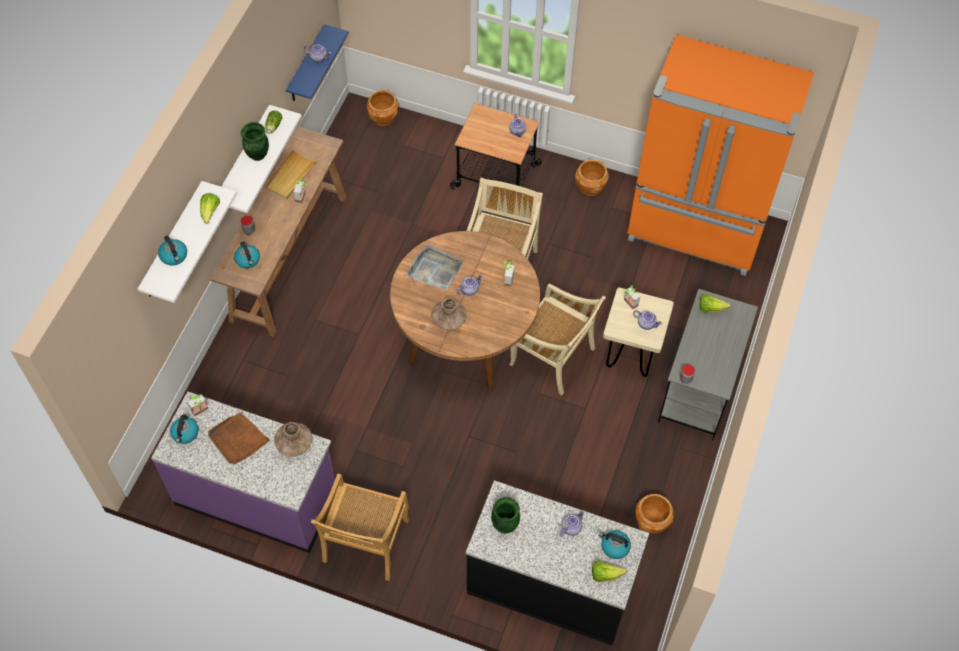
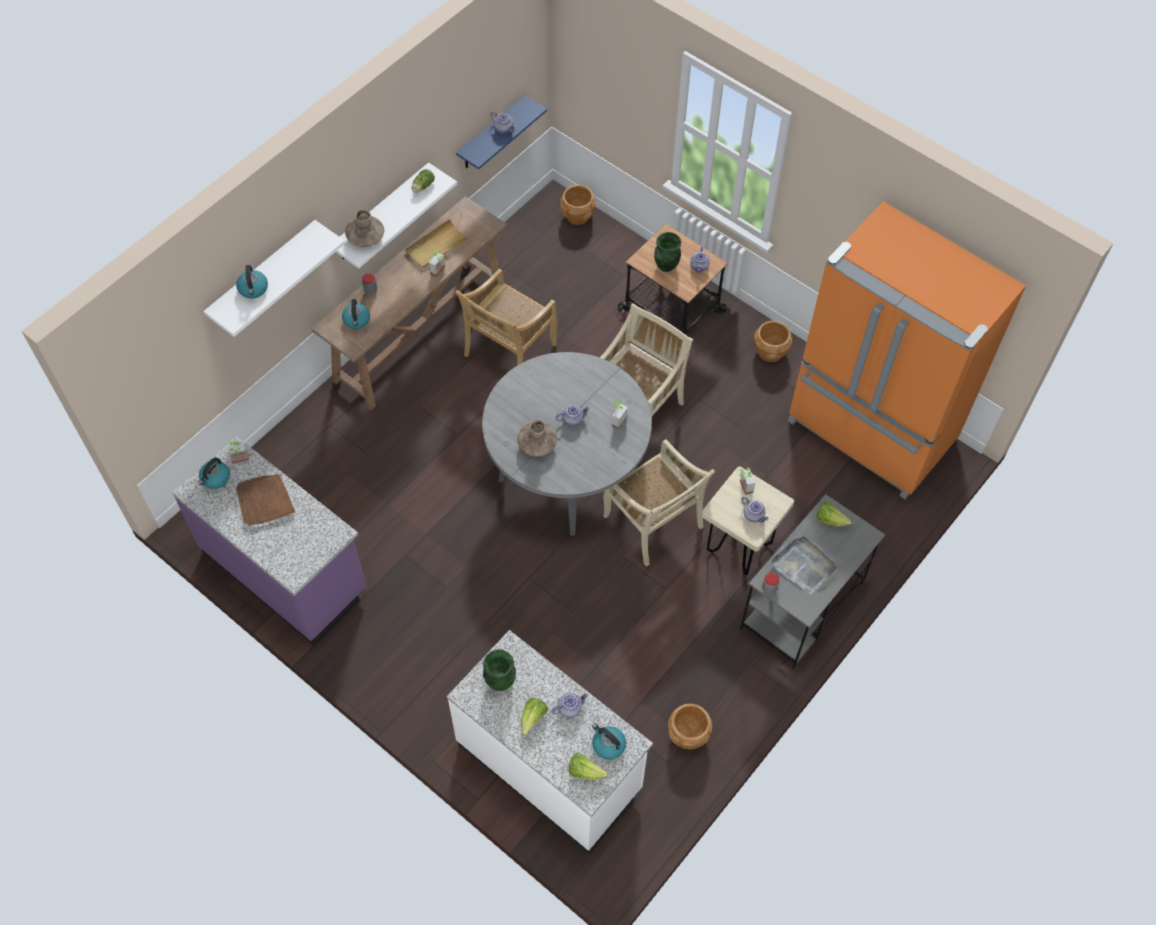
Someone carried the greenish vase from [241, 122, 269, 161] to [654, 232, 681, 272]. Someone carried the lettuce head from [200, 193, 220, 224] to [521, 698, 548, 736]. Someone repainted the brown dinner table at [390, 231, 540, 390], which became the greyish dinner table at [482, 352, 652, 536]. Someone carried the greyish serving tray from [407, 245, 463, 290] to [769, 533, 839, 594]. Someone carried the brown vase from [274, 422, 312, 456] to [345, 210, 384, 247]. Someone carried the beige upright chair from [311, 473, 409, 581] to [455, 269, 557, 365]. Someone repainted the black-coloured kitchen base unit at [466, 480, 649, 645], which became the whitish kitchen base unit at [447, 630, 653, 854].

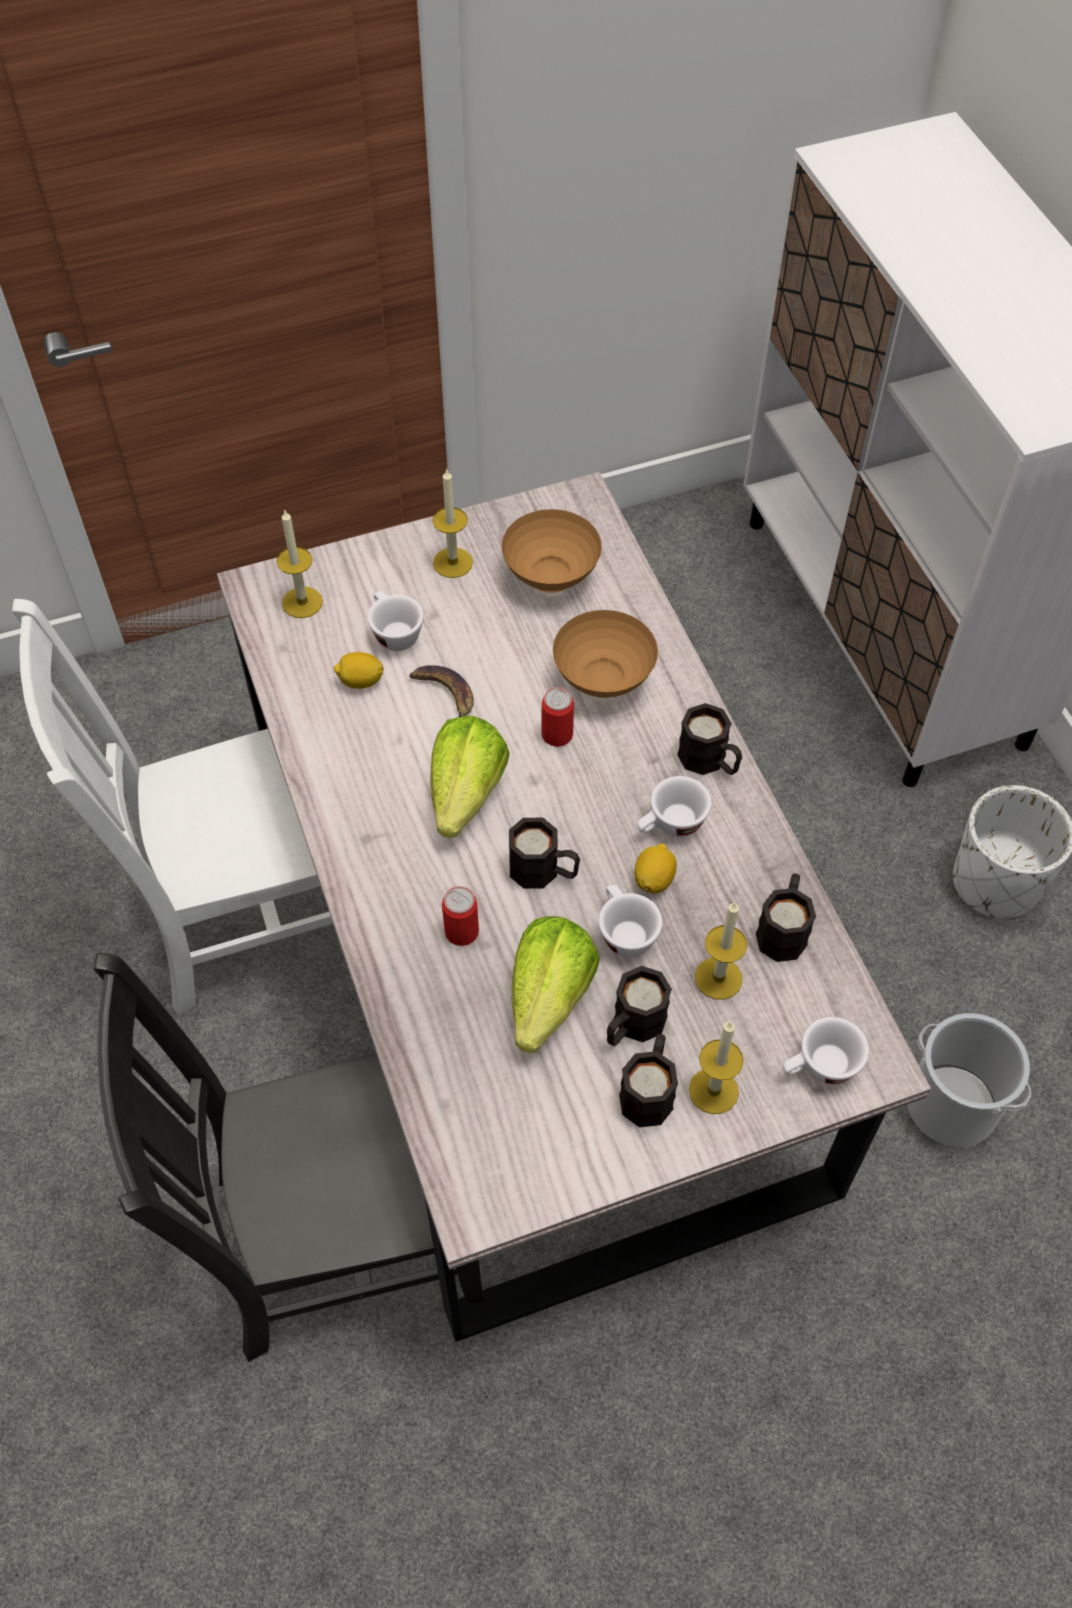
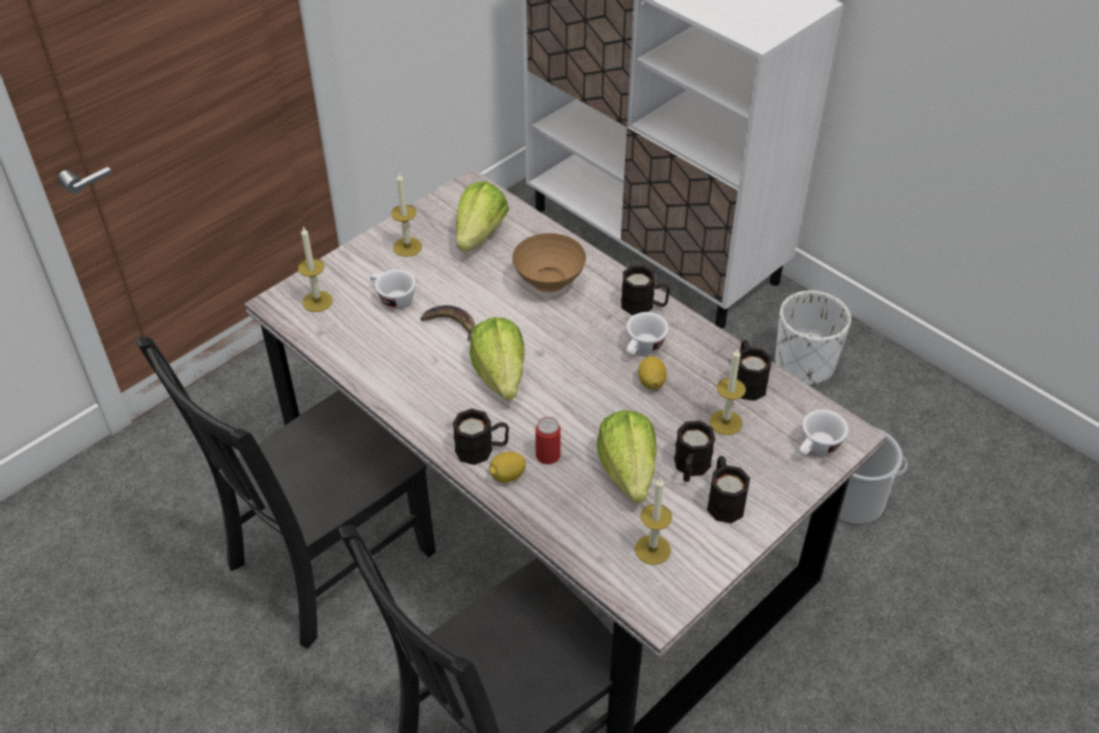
Someone swapped the brown bowl at [502, 509, 602, 593] for the lettuce head at [456, 181, 509, 252]. Someone repainted the whitish upright chair at [12, 599, 333, 1015], which became the black-coloured upright chair at [136, 337, 436, 649]. Someone carried the lemon from [334, 652, 384, 689] to [489, 452, 526, 483]. Someone took away the can at [541, 687, 574, 747]. Someone carried the black-coloured tea mug from [509, 818, 580, 889] to [453, 409, 509, 465]. Someone took away the whitish cup at [599, 885, 662, 958]. Someone carried the wax light from [689, 1021, 744, 1114] to [635, 477, 672, 565].

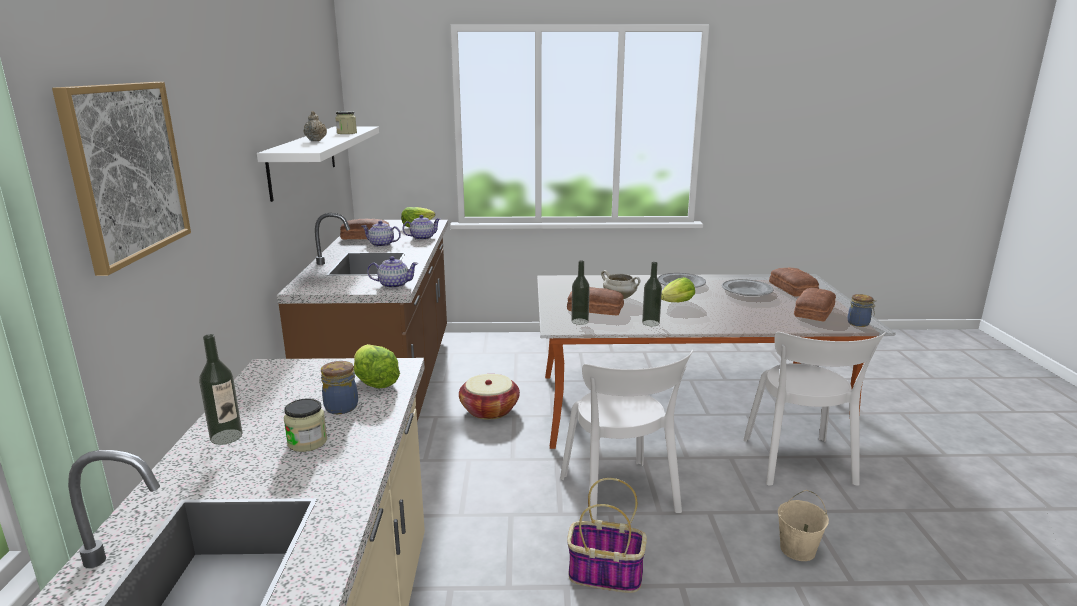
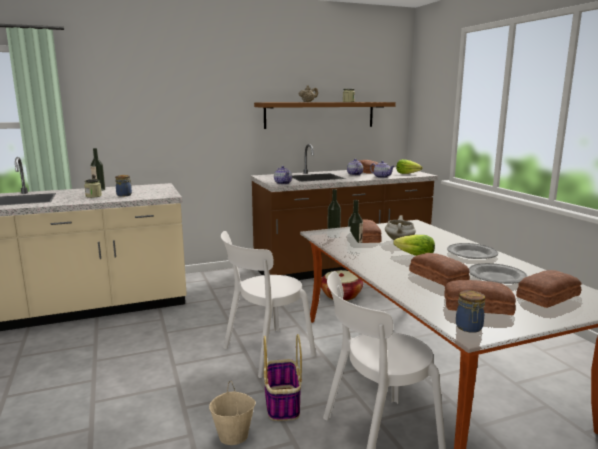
Someone took away the picture at [52, 82, 191, 276]. Someone repainted the whitish wall shelf at [257, 127, 379, 202], which became the brown wall shelf at [254, 102, 396, 129]. Someone took away the lettuce head at [354, 344, 400, 388]. Someone carried the storage basket from [567, 478, 647, 593] to [263, 334, 302, 421]. Someone put down the baked bread at [409, 253, 470, 286].

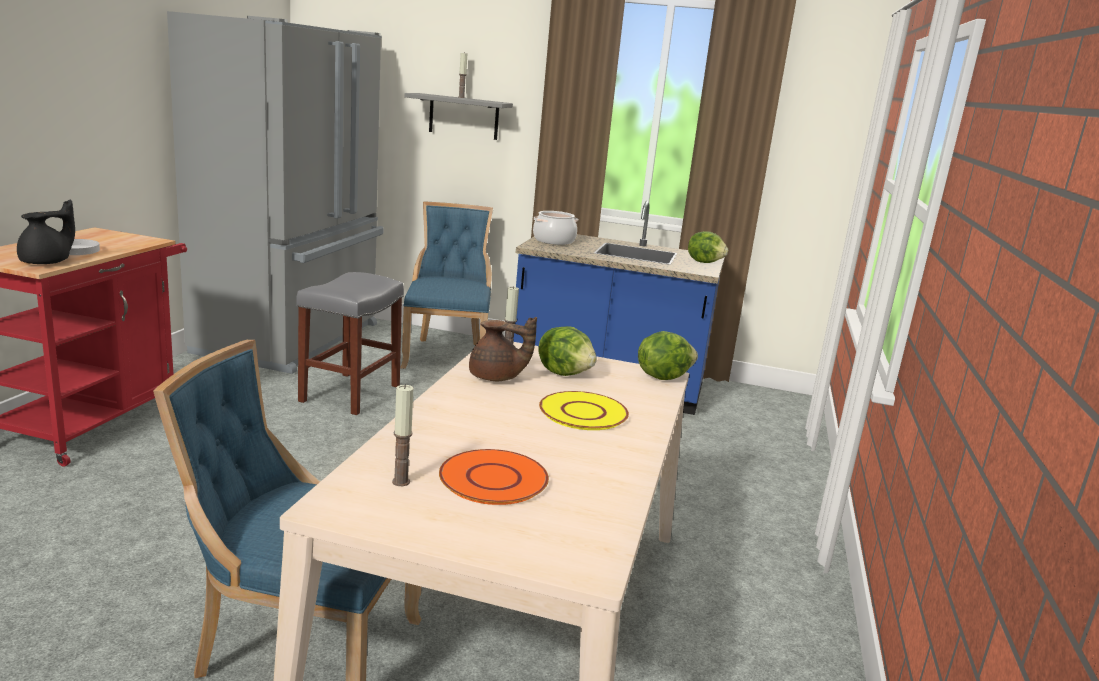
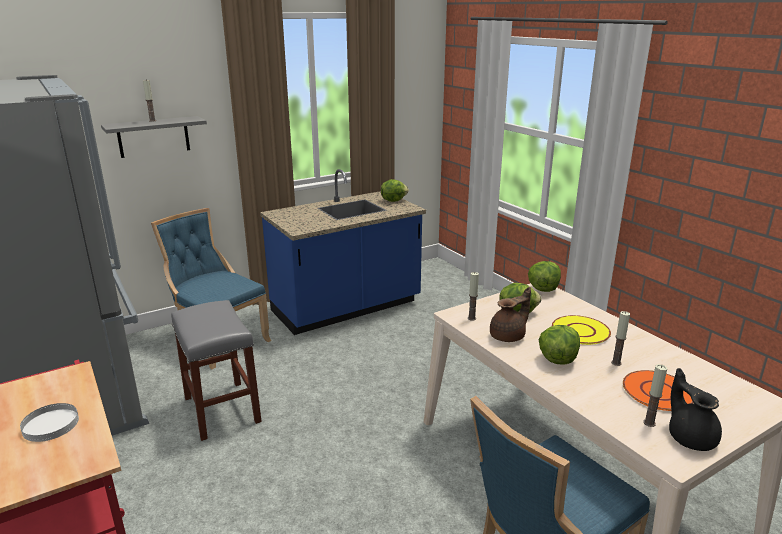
Someone carried the black-coloured tea pot from [17, 199, 75, 264] to [669, 368, 722, 451]. Someone took away the cooking pot at [533, 211, 578, 245]. Someone put down the wax light at [611, 311, 630, 366]. Someone put down the lettuce head at [539, 325, 580, 365].

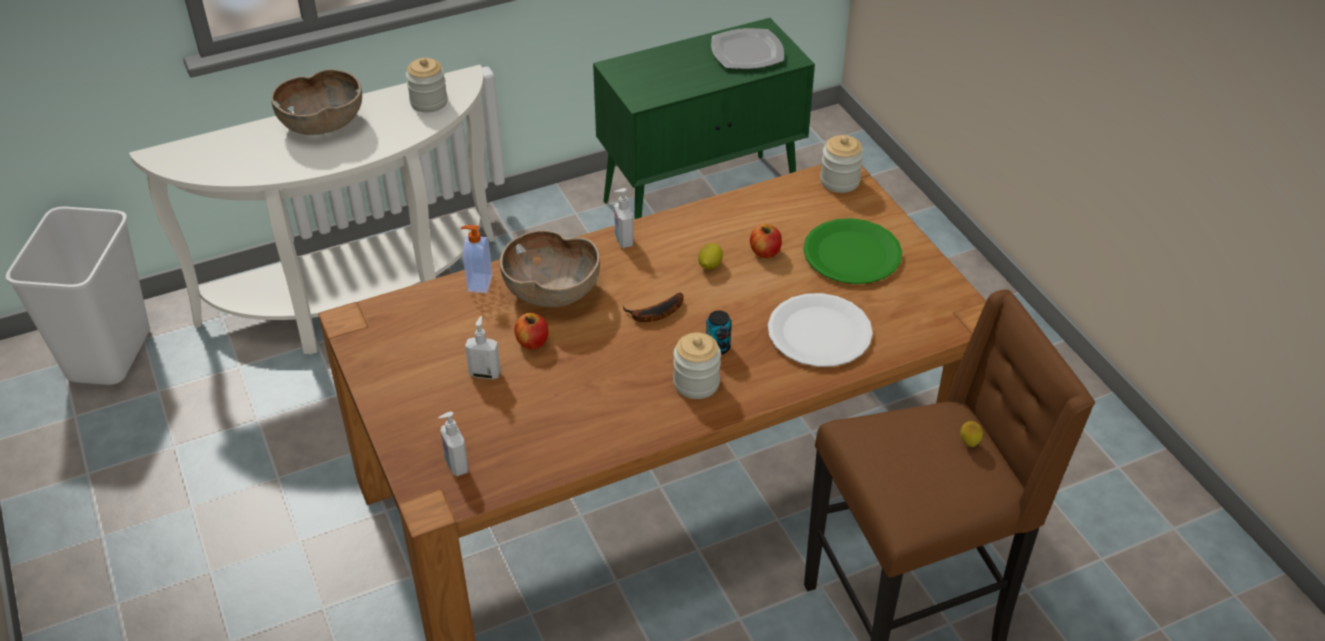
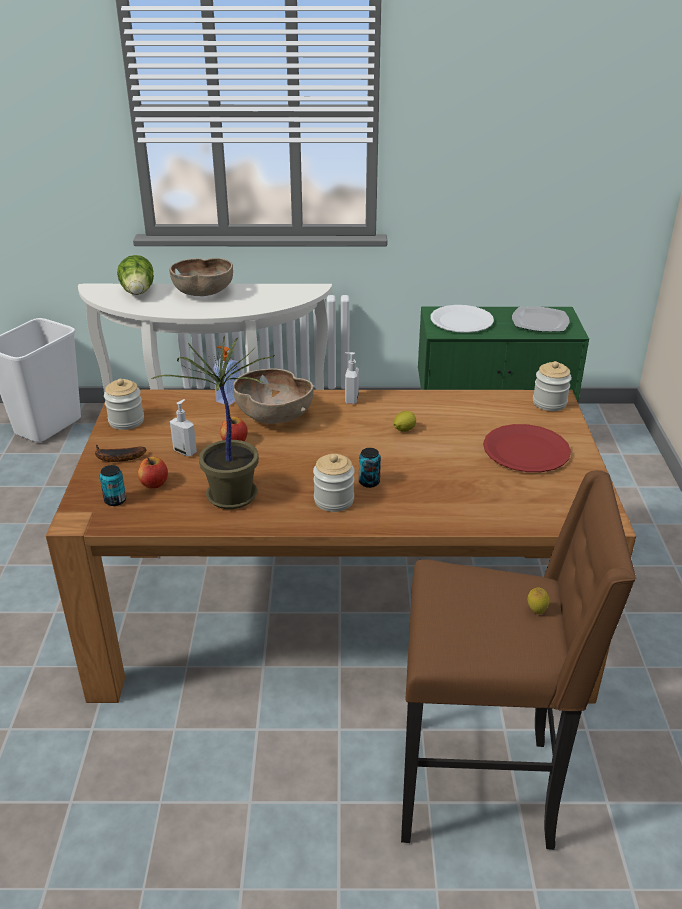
Someone carried the jar from [406, 58, 448, 113] to [104, 379, 144, 430]. Someone repainted the greenish flat dish at [803, 218, 902, 284], which became the red flat dish at [483, 424, 571, 472]. Someone carried the whole apple from [750, 224, 782, 258] to [138, 457, 168, 489]. Someone carried the whole banana from [623, 293, 684, 322] to [95, 444, 146, 462]. Someone carried the whitish flat dish from [768, 293, 873, 367] to [431, 305, 494, 333]. Someone swapped the soap bottle at [438, 411, 468, 476] for the can at [100, 465, 126, 506]. Someone put down the lettuce head at [117, 255, 154, 295]. Someone put down the plant in a pot at [151, 336, 275, 509].

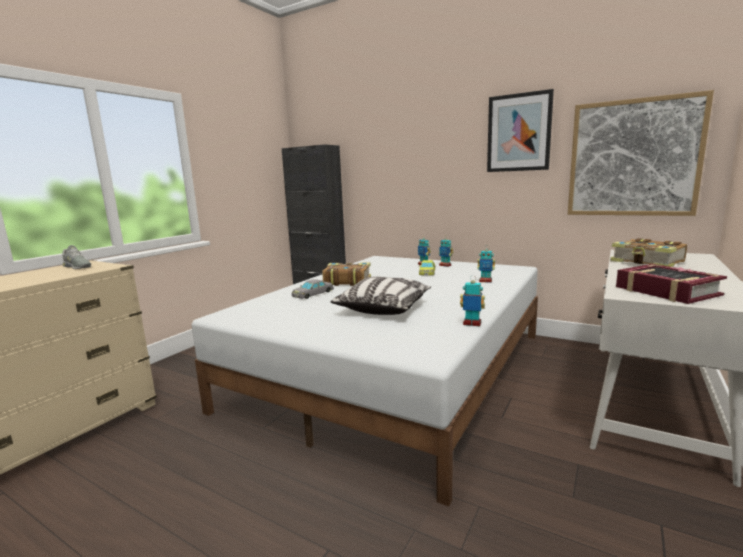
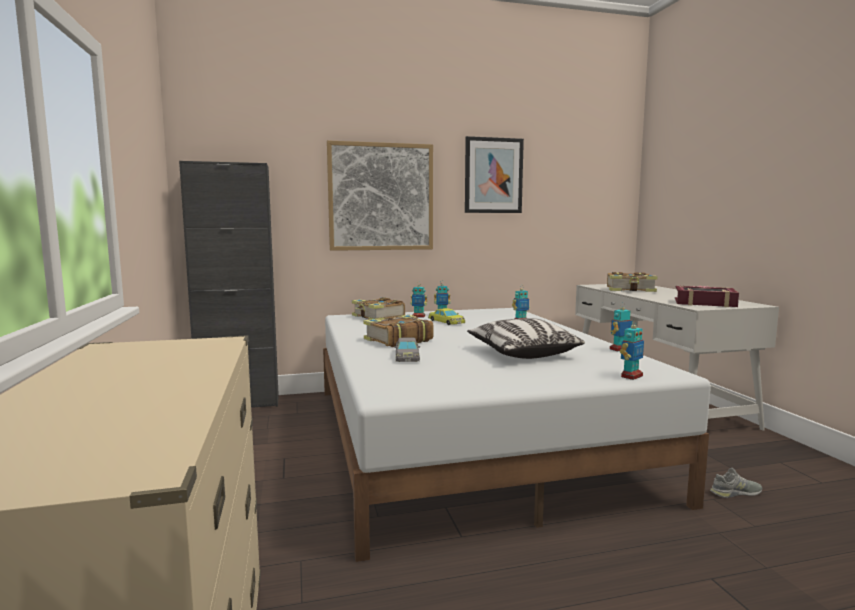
Someone carried the picture from [568, 90, 714, 216] to [327, 140, 433, 251]. Someone carried the greyish shoe from [62, 245, 91, 269] to [710, 468, 762, 498]. Someone put down the book at [352, 297, 405, 320]. Someone put down the model robot at [620, 320, 644, 380].

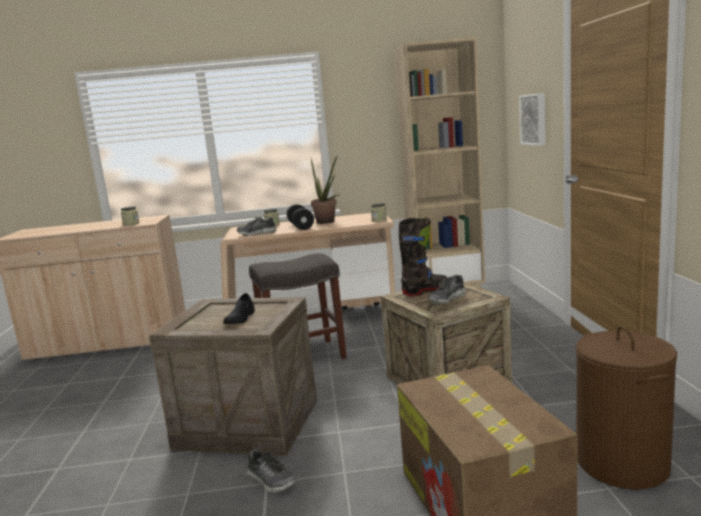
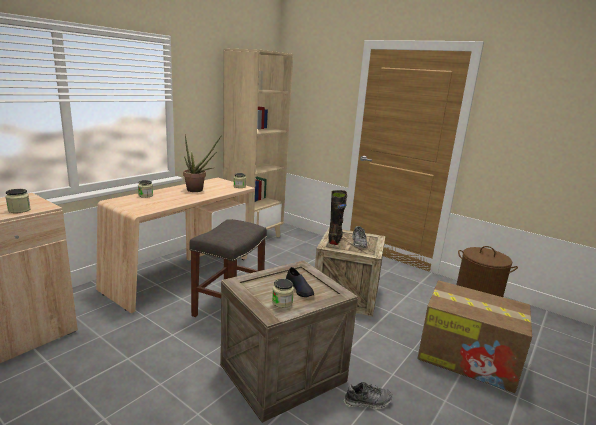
Someone took away the picture at [519, 93, 545, 146]. Someone took away the black-coloured dumbbell at [287, 204, 314, 230]. Someone took away the shoe at [237, 217, 277, 236]. Someone put down the jar at [272, 279, 294, 308].

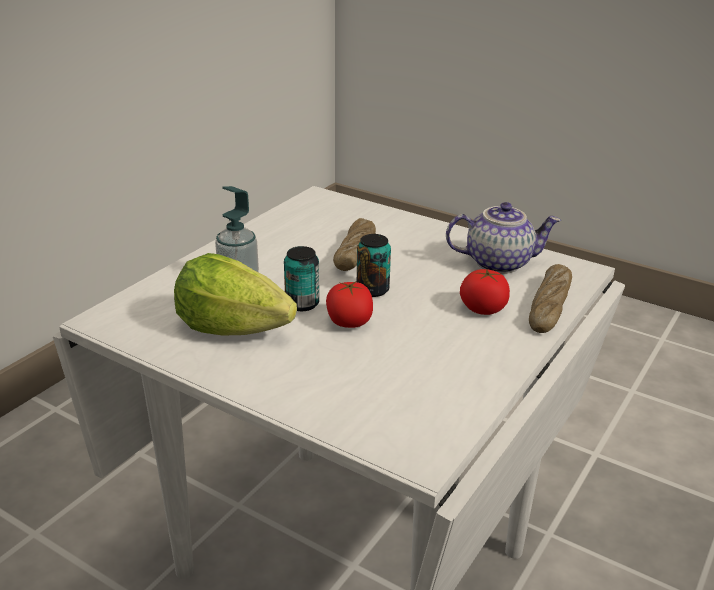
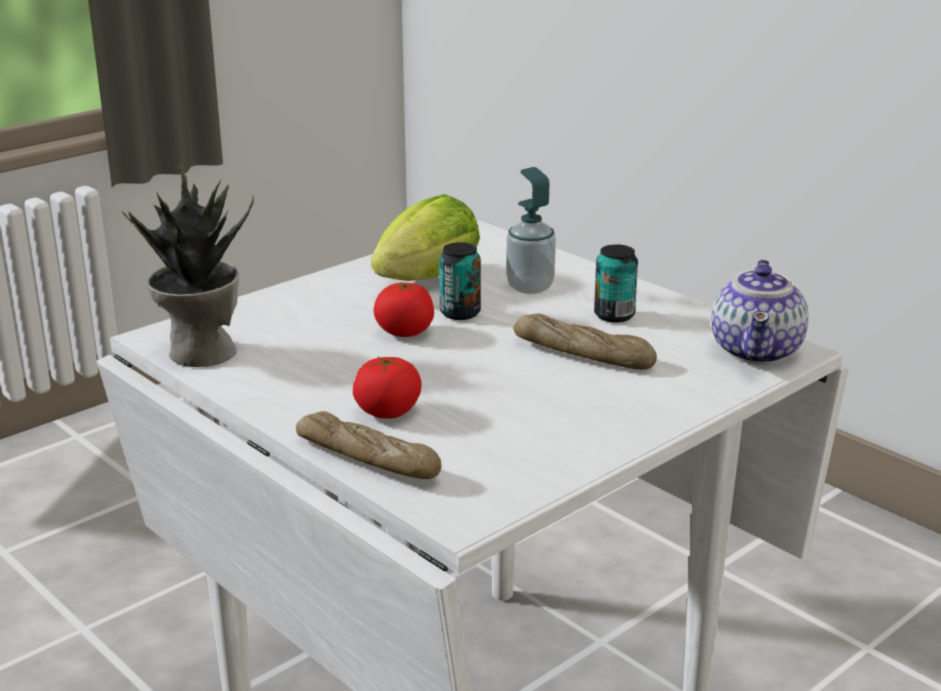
Someone carried the tea pot from [446, 202, 561, 274] to [711, 259, 809, 365]. Someone carried the can from [357, 234, 391, 297] to [594, 244, 638, 323]. Someone put down the plant in a pot at [121, 165, 254, 367].

